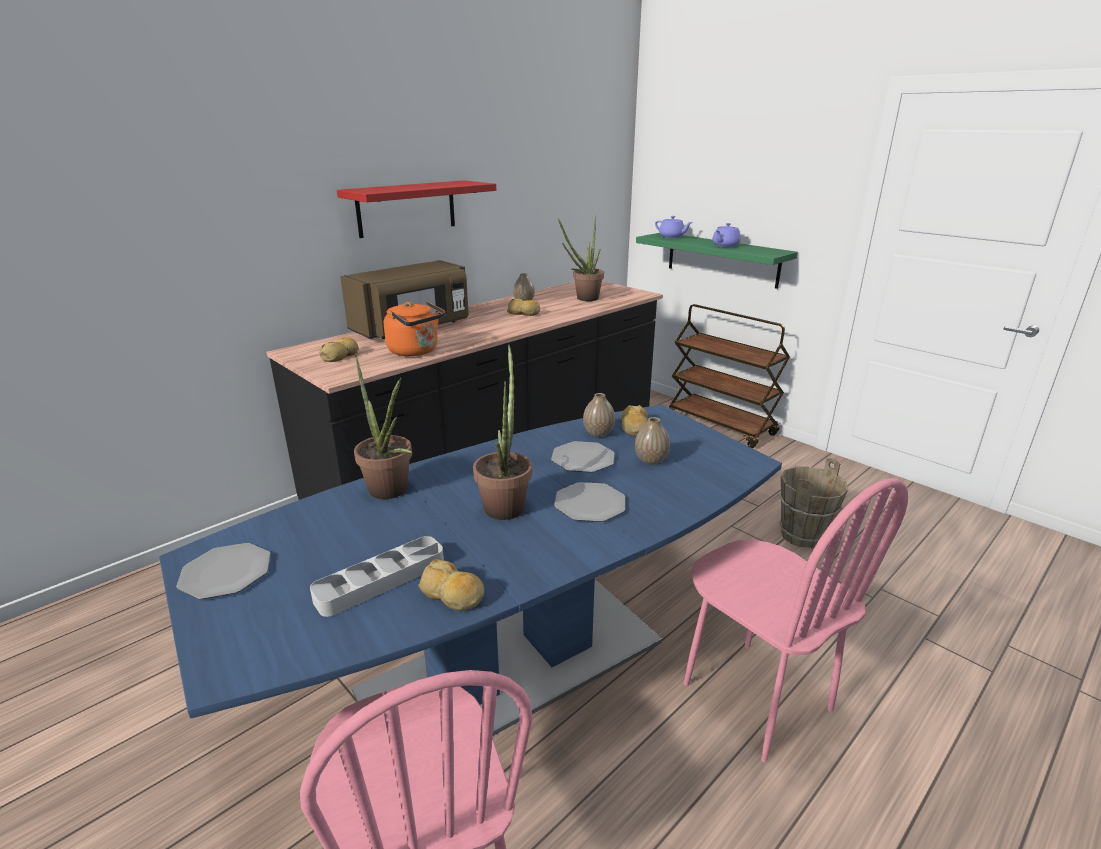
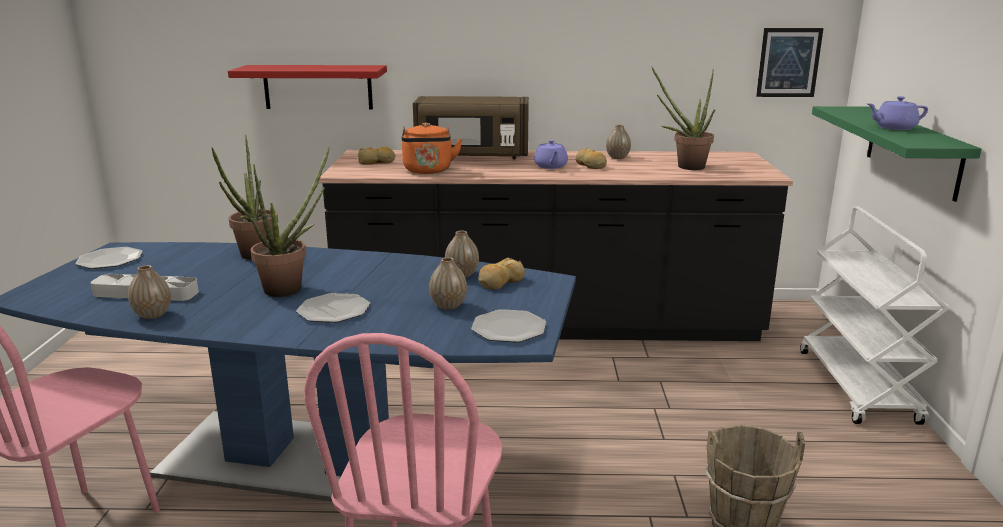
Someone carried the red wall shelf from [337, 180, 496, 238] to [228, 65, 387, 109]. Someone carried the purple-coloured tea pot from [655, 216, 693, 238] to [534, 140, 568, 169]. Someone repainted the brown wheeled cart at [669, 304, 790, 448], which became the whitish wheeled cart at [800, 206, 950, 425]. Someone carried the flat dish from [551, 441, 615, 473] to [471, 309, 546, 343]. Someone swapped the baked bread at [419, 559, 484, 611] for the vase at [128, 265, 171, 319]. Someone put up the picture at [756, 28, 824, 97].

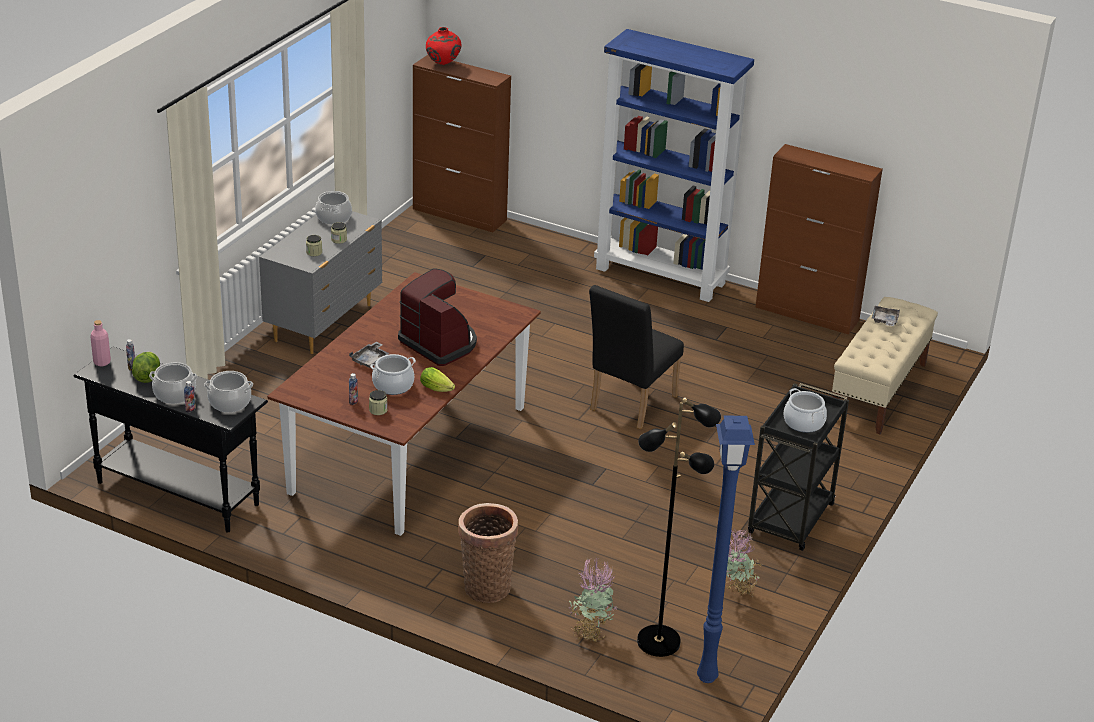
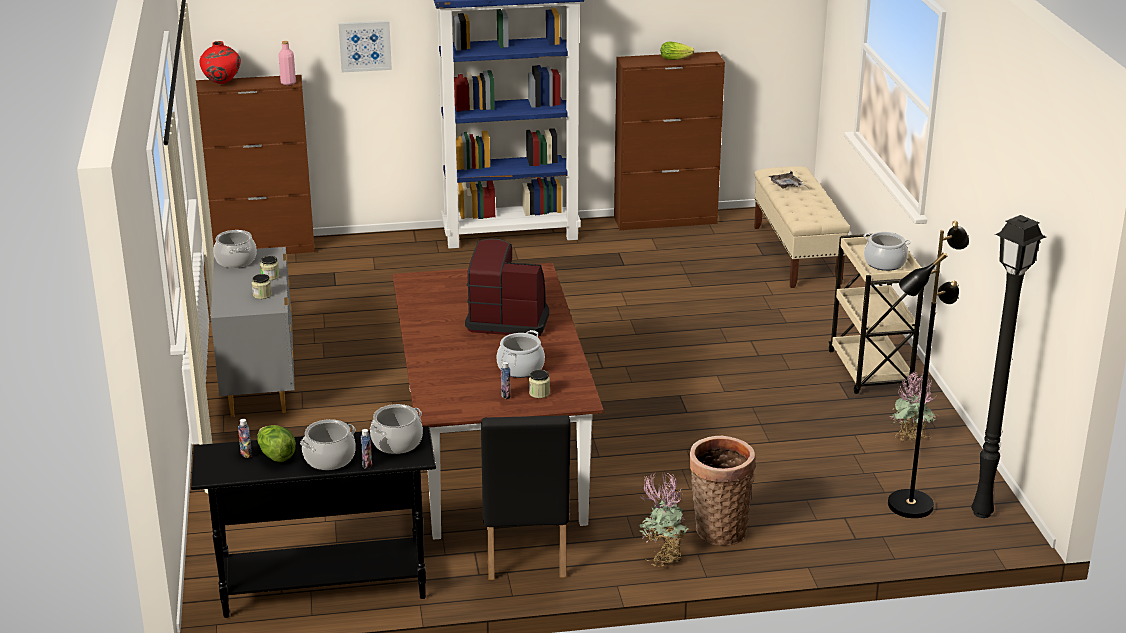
Someone carried the black-coloured upright chair from [589, 285, 684, 429] to [481, 415, 571, 580]. Someone carried the pink drink bottle from [90, 320, 111, 366] to [279, 41, 296, 85]. Someone took away the greyish serving tray at [349, 342, 390, 368]. Someone carried the lettuce head from [420, 367, 455, 392] to [661, 41, 694, 60]. Someone repainted the black-coloured wheeled cart at [748, 383, 849, 551], which became the beige wheeled cart at [829, 234, 924, 394]. Someone repainted the blue floor lamp at [697, 415, 755, 683], which became the black-coloured floor lamp at [971, 215, 1046, 518]. Someone carried the plant in a pot from [568, 557, 616, 643] to [639, 472, 688, 567]. Someone put up the picture at [338, 21, 392, 72].

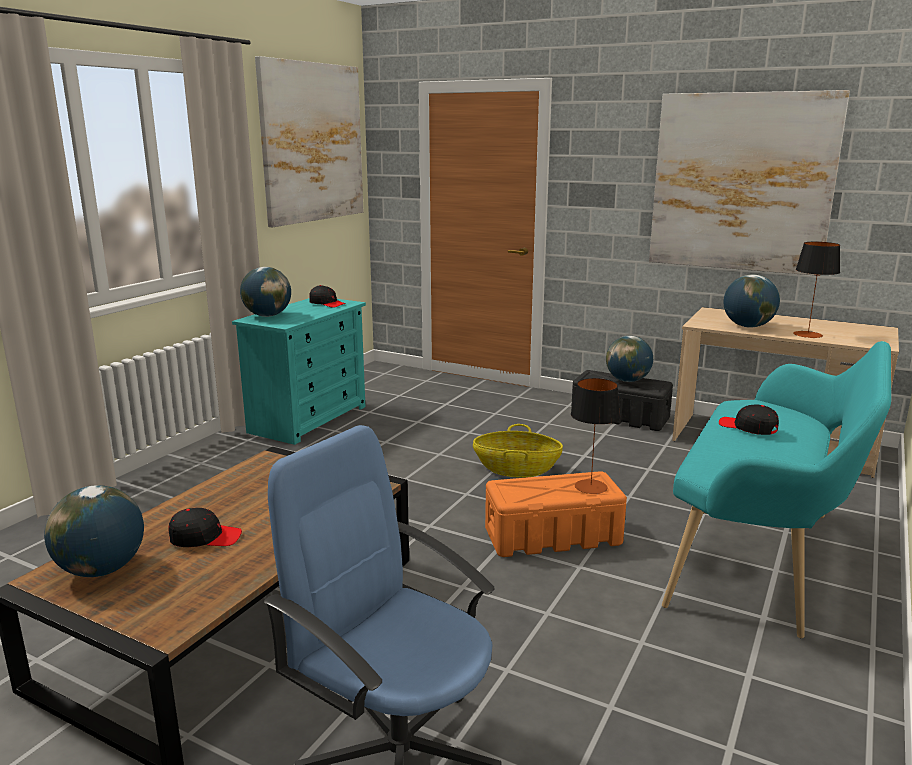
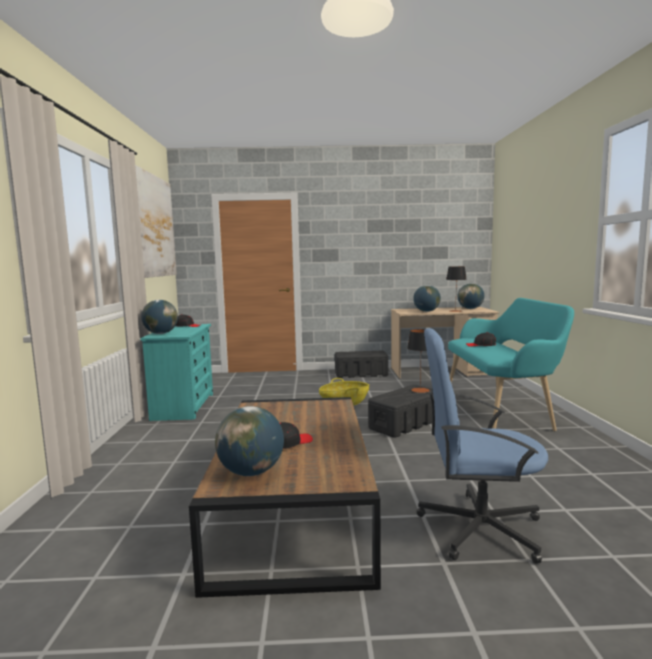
Someone took away the picture at [649, 90, 850, 276]. Someone carried the world globe from [606, 336, 653, 382] to [457, 283, 485, 309]. Someone repainted the orange storage bin at [485, 471, 627, 557], which became the black-coloured storage bin at [368, 385, 434, 438].

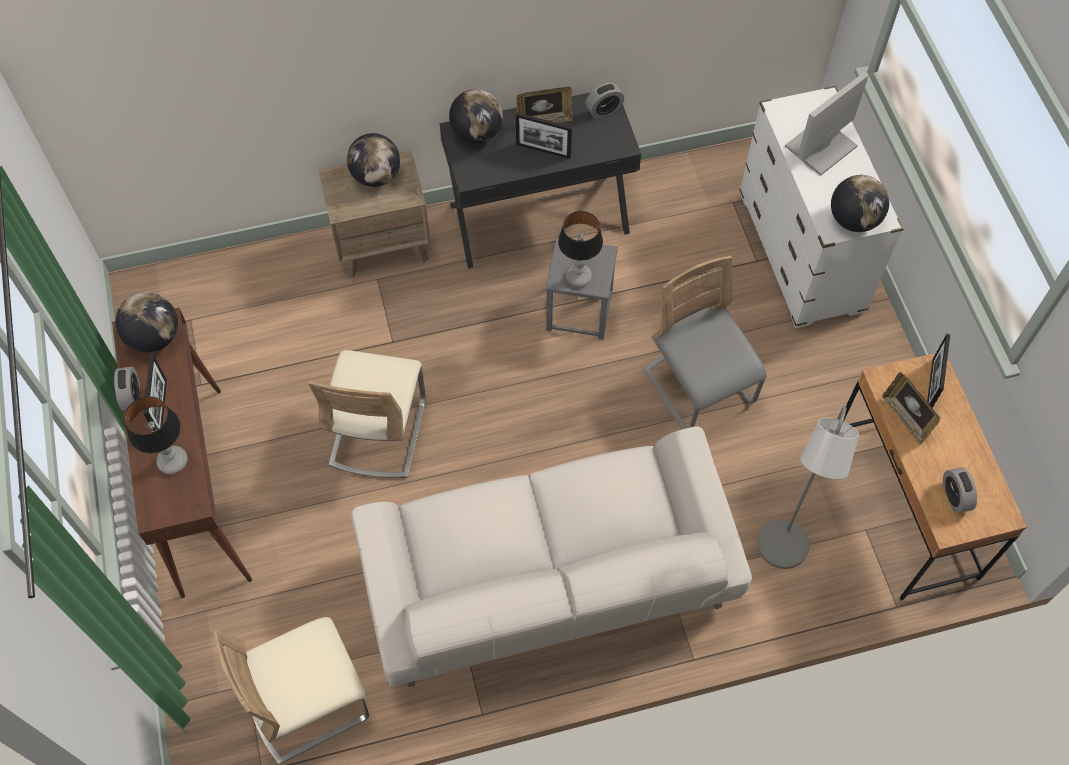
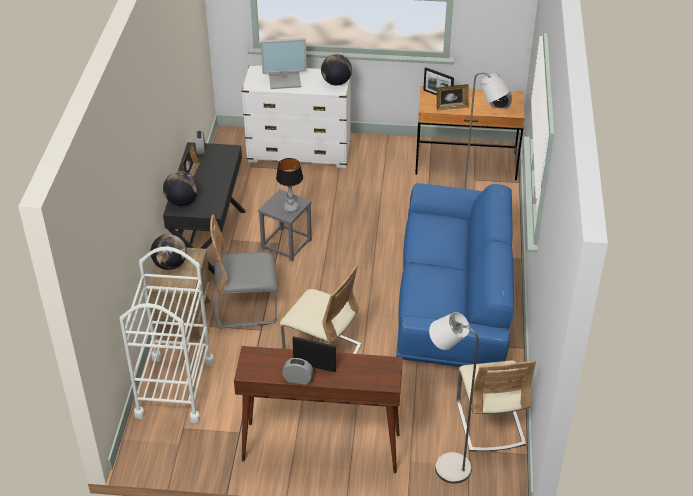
Someone rotated the computer display at [785, 72, 869, 176] by 75 degrees counterclockwise. Someone took away the photo frame at [516, 112, 572, 159]. Someone carried the greyish upright chair from [643, 256, 767, 429] to [210, 215, 278, 329]. Someone took away the world globe at [115, 292, 178, 352]. Someone took away the lamp for a table at [124, 396, 188, 474]. Someone repainted the whitish settee at [351, 426, 752, 687], which became the blue settee at [396, 183, 514, 367]. Someone put down the whitish wheeled cart at [120, 247, 214, 423]. Someone put down the greyish floor lamp at [429, 312, 479, 484].

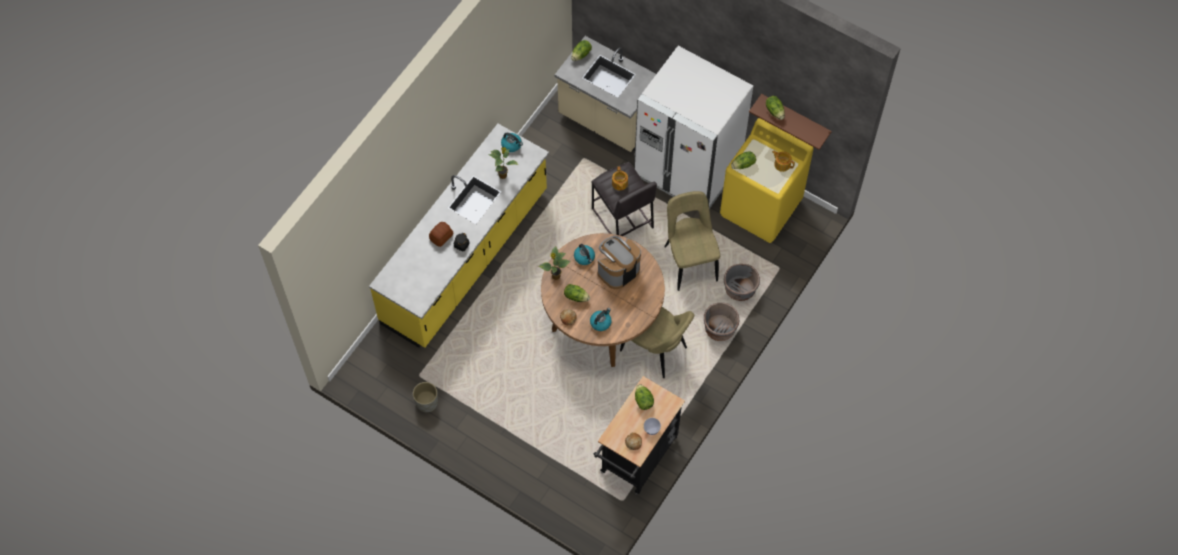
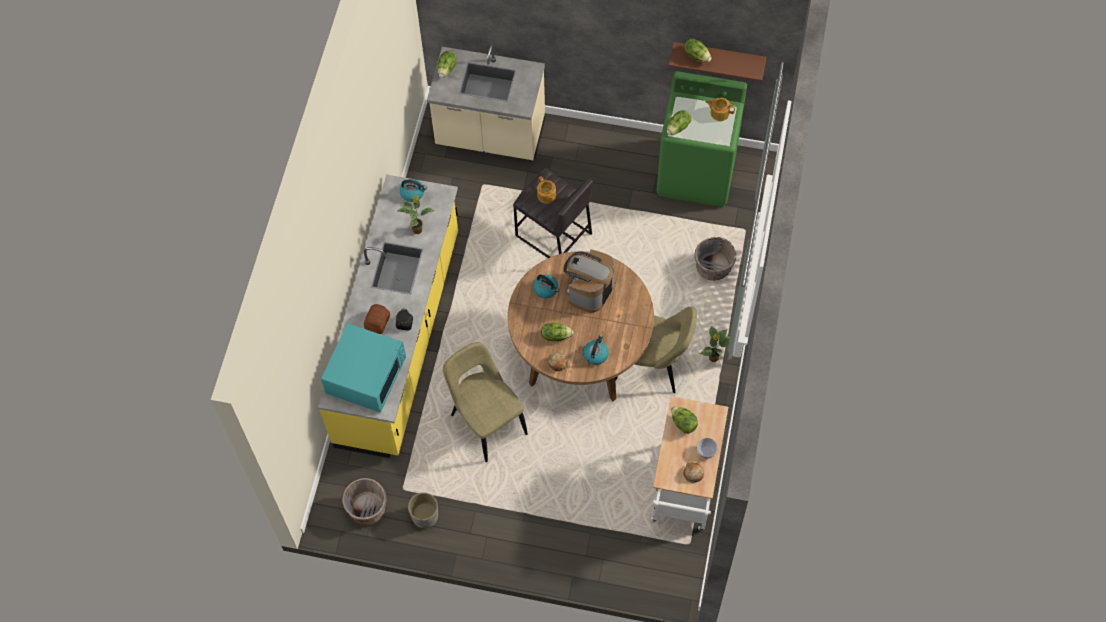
Someone took away the whitish refrigerator at [634, 46, 753, 209]. Someone repainted the yellowish washing machine at [720, 118, 814, 243], which became the greenish washing machine at [657, 71, 747, 207]. Someone carried the beige upright chair from [664, 191, 720, 291] to [443, 342, 528, 462]. Someone carried the plant in a pot from [539, 247, 571, 280] to [700, 326, 730, 362]. Someone carried the greyish plant pot from [704, 303, 740, 341] to [342, 478, 387, 525]. Someone repainted the black-coloured wheeled cart at [594, 376, 685, 495], which became the whitish wheeled cart at [651, 396, 728, 532]. Someone put down the blue-green microwave oven at [321, 323, 406, 413].

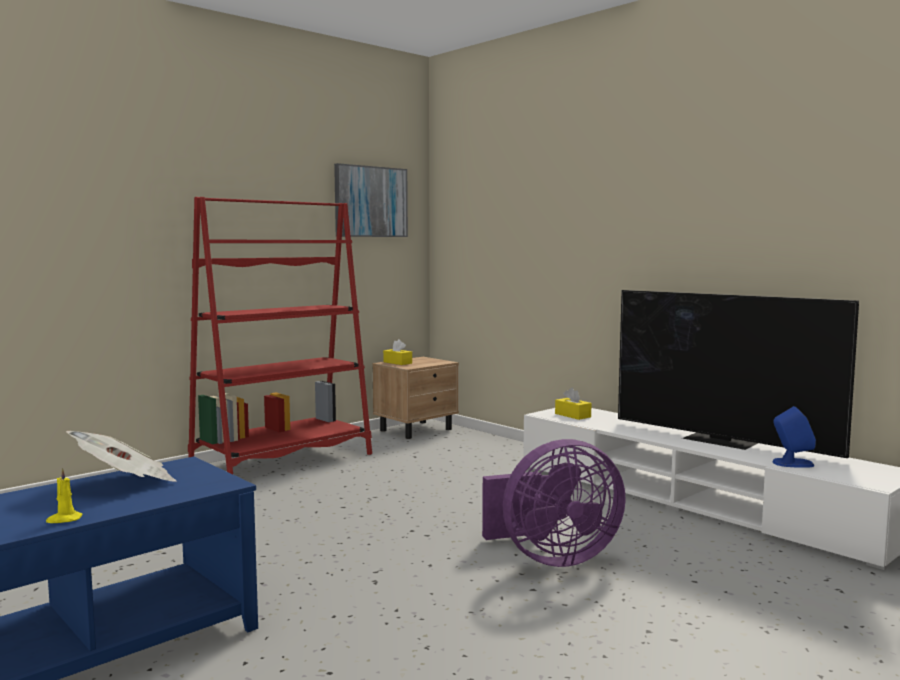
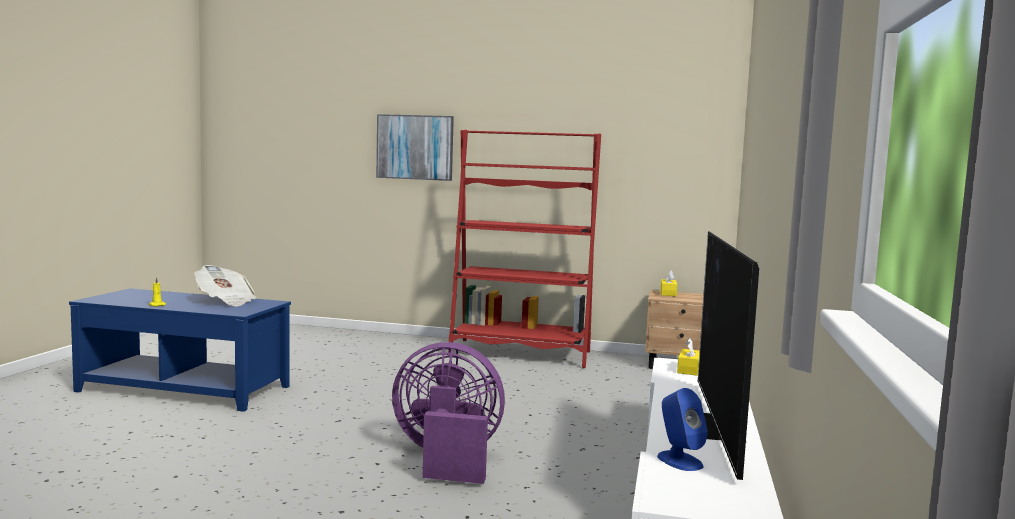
Someone carried the picture from [334, 163, 408, 237] to [376, 114, 454, 181]. Someone rotated the purple-coloured cooling fan at [482, 439, 626, 567] by 150 degrees clockwise.

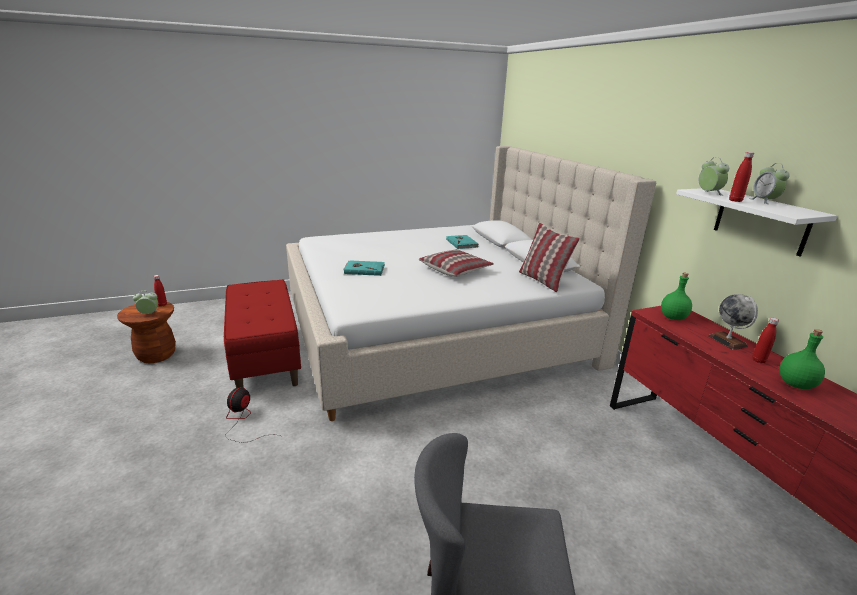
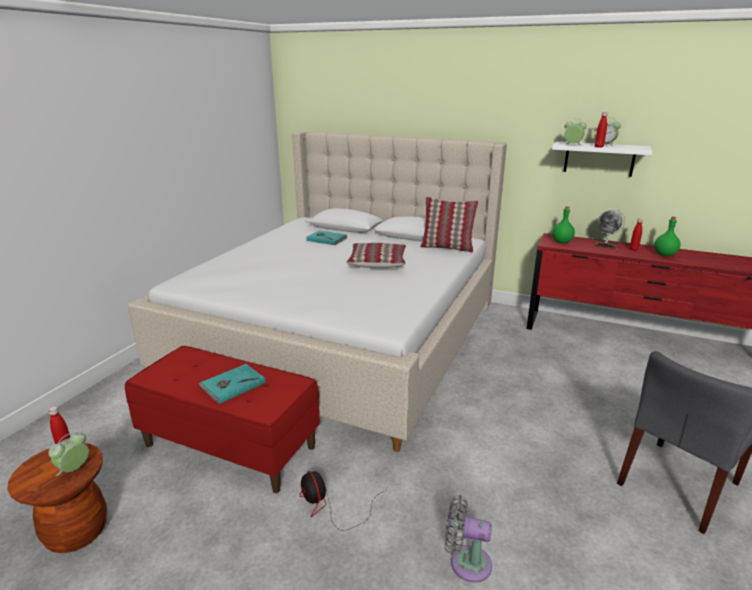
Someone carried the blue-green book from [343, 260, 385, 276] to [199, 364, 266, 404]. Someone put down the greyish cooling fan at [445, 495, 492, 583].

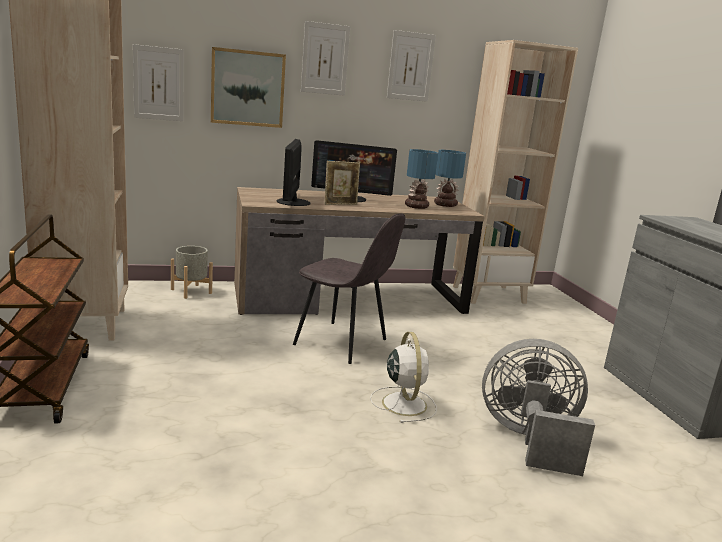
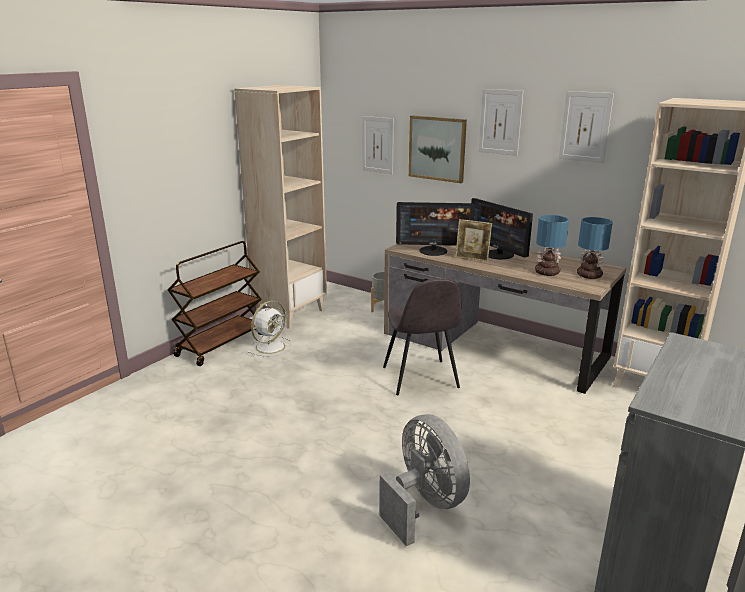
Someone rotated the computer display at [276, 139, 311, 206] by 135 degrees counterclockwise. Someone carried the whitish cooling fan from [370, 332, 437, 423] to [248, 301, 293, 357].

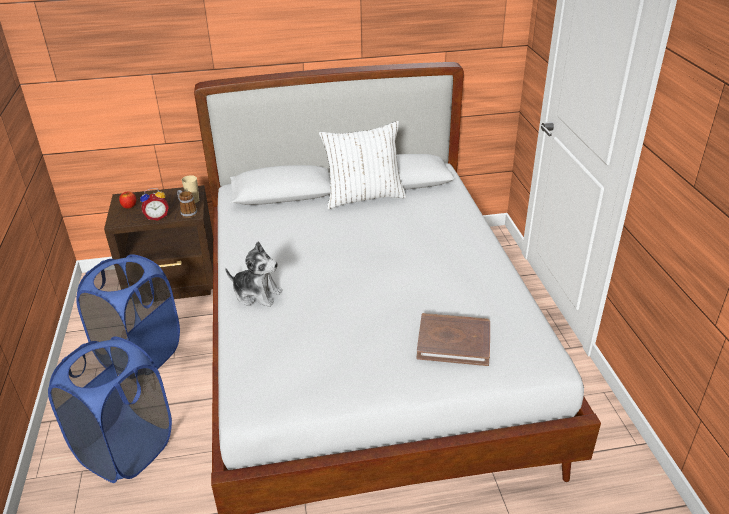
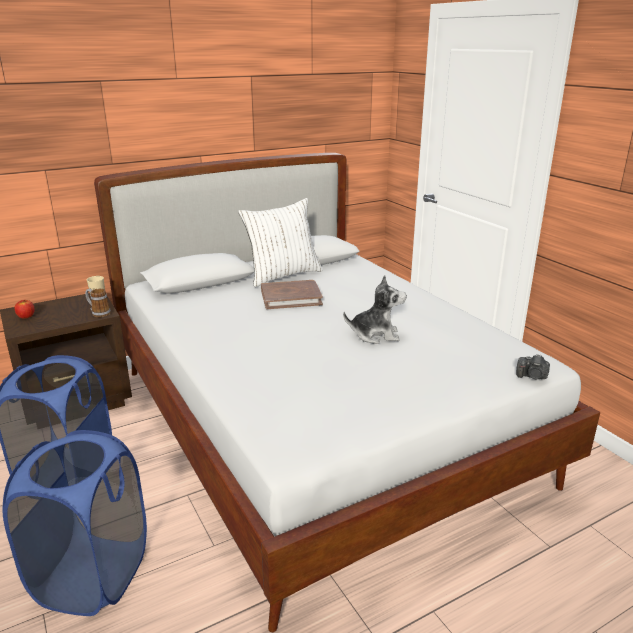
Someone took away the alarm clock at [140, 188, 169, 221]. Someone carried the soft toy from [225, 242, 283, 307] to [343, 275, 407, 344]. Someone carried the brown book from [416, 313, 490, 366] to [261, 280, 323, 309]. Someone put down the still camera at [516, 354, 550, 380].

